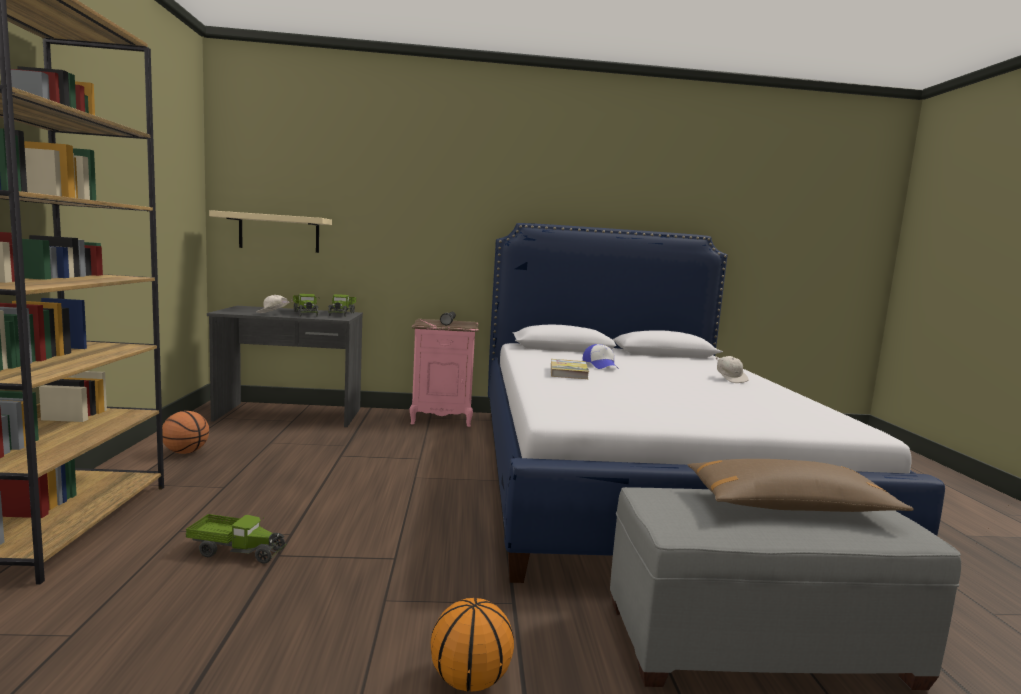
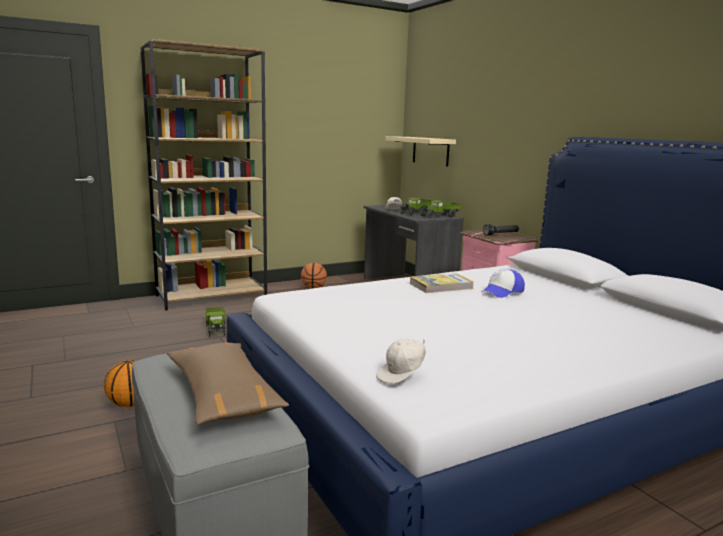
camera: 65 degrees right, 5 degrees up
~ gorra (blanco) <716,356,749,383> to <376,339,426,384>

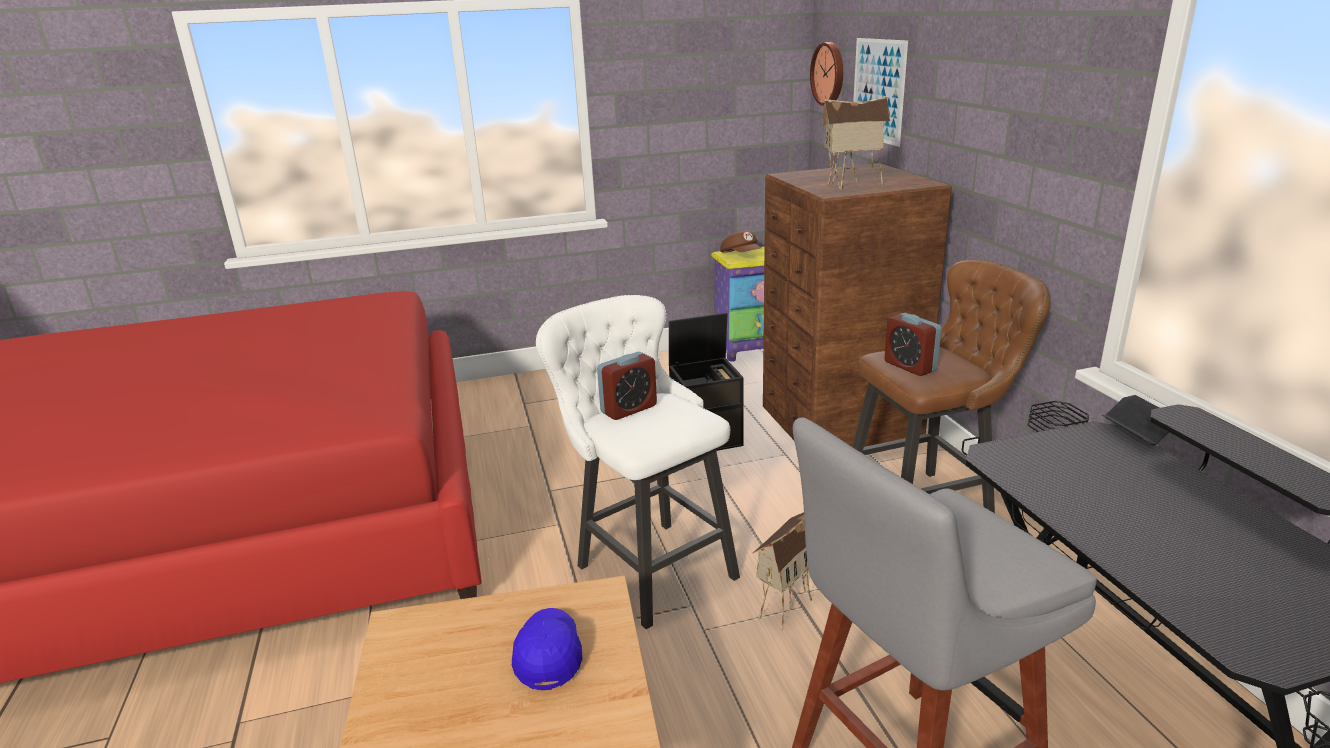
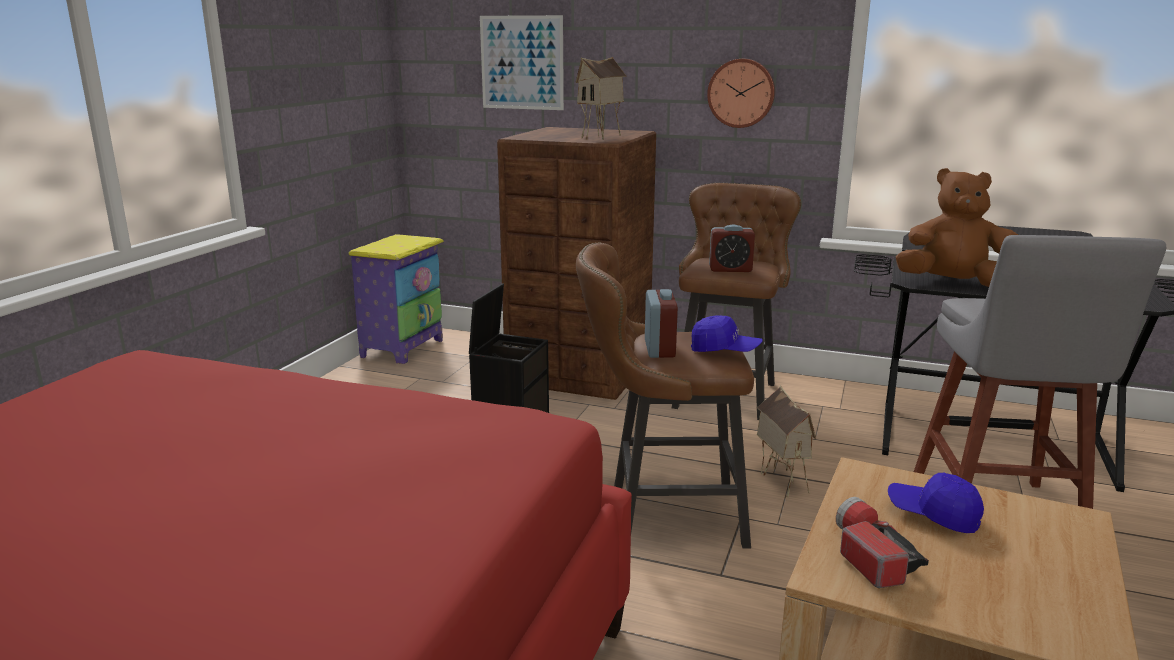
camera: 55 degrees left, 5 degrees down
~ taburete (blanco) <536,295,740,629> to taburete (marrón) <576,242,754,548>
- gorra (marrón) <720,230,761,253>
~ reloj de pared <810,42,843,106> to <707,59,775,128>
+ gorra (azul) <691,315,763,352>
+ linterna <836,497,929,588>
+ peluche (marrón) <896,168,1018,287>

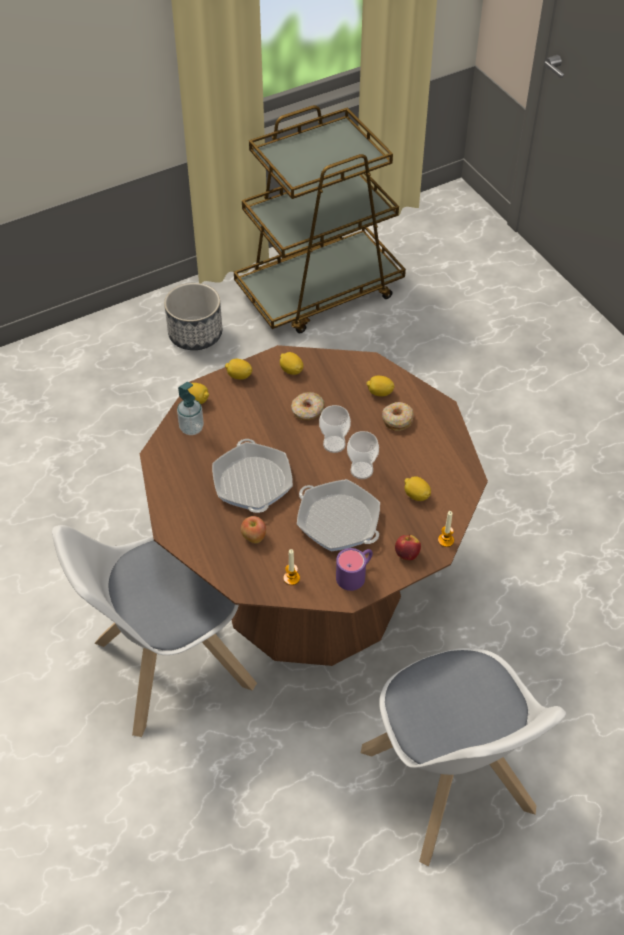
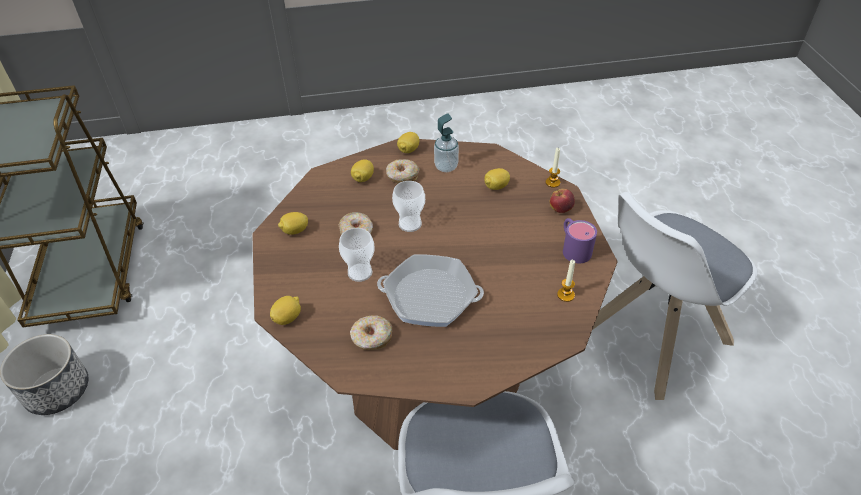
camera: 70 degrees left, 5 degrees down
~ dispensador de jabón <177,382,204,435> to <434,113,459,172>
~ limón <225,359,252,380> to <397,132,419,153>
- manzana <241,516,266,543>
- sartén <297,479,380,551>
~ taza <347,431,379,479> to <339,228,375,282>
~ silla <361,648,567,866> = <592,192,758,400> 150 degrees clockwise
+ rosquilla <350,315,392,350>

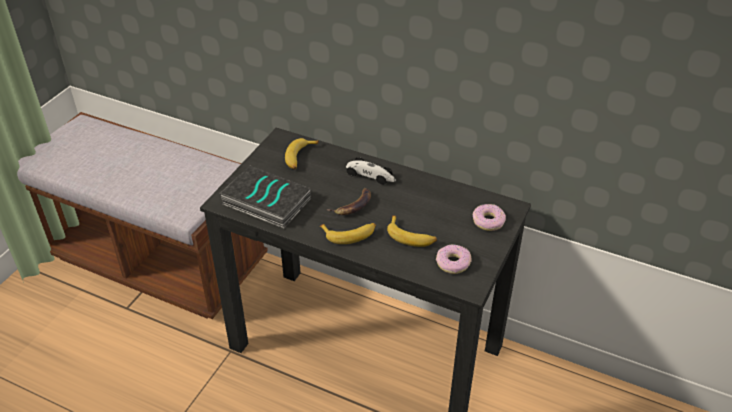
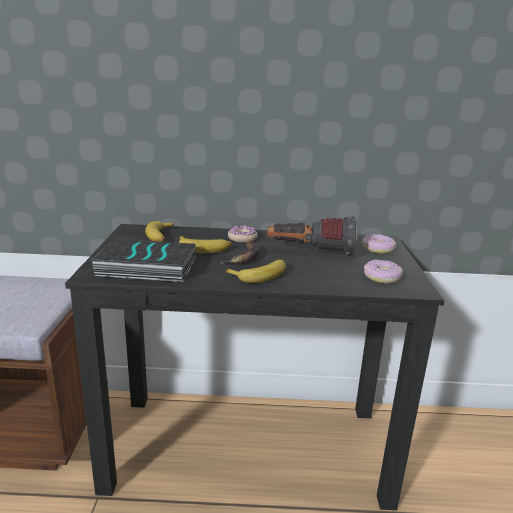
camera: 25 degrees left, 20 degrees down
~ coche de juguete <346,157,396,185> to rosquilla <228,226,258,243>
~ plátano <387,215,437,247> to <179,236,232,253>
+ linterna <267,216,358,256>

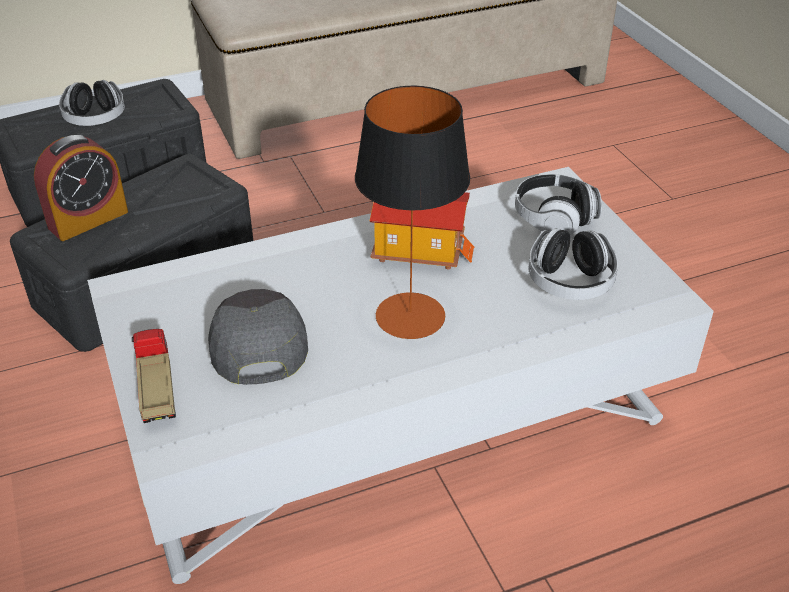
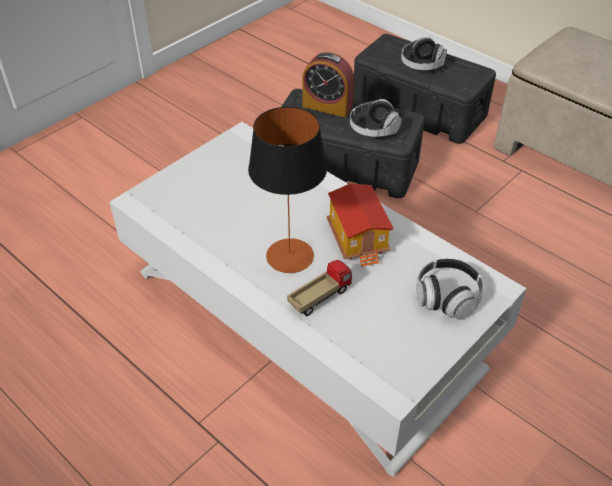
camera: 65 degrees right, 5 degrees up
~ camión de juguete <132,329,176,423> to <288,260,352,316>
- gorra (gris) <208,289,308,385>
~ auriculares <528,228,618,300> to <350,99,402,137>

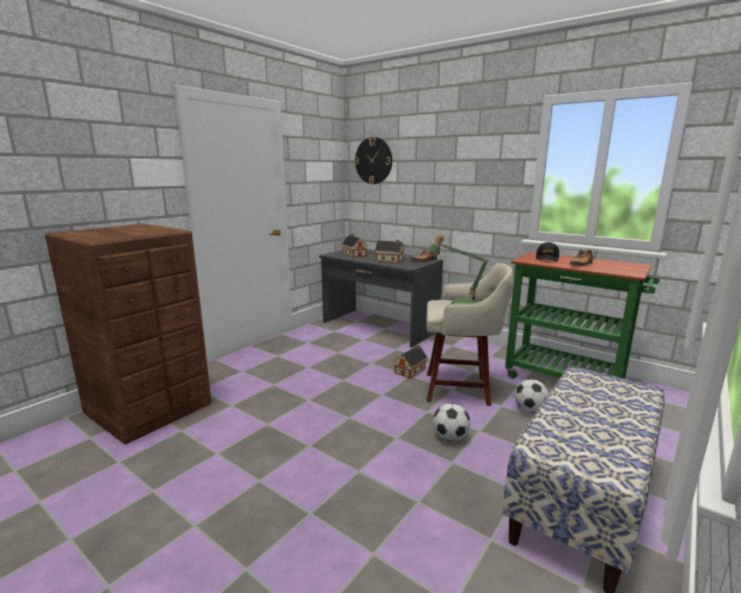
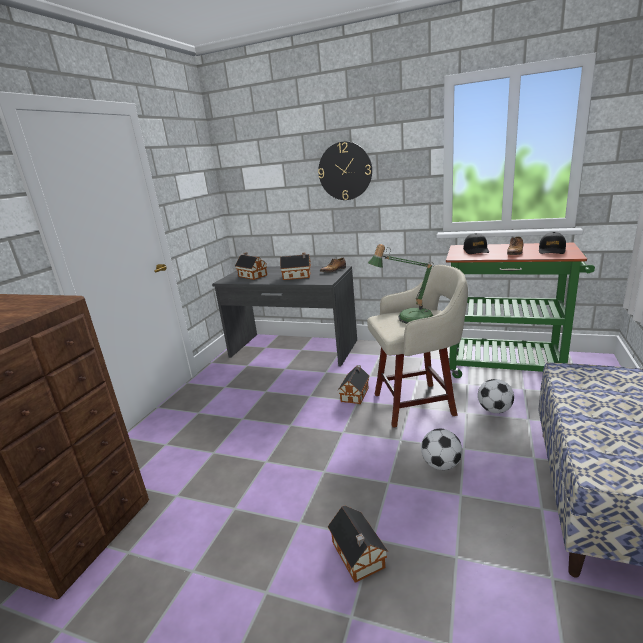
camera: 15 degrees left, 5 degrees up
~ reloj de pared <354,137,392,184> to <318,141,372,200>
+ casita <328,505,388,583>
+ gorra (negro) <539,232,566,254>

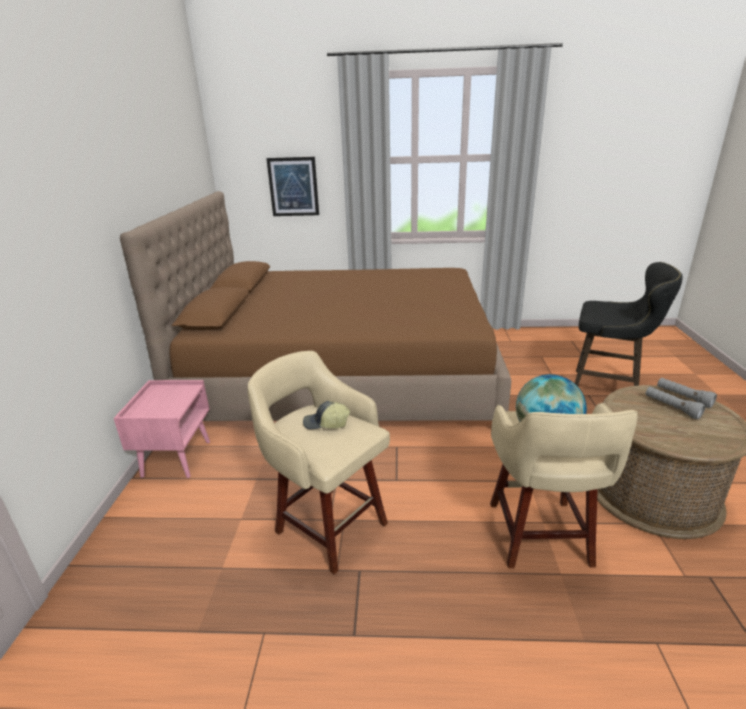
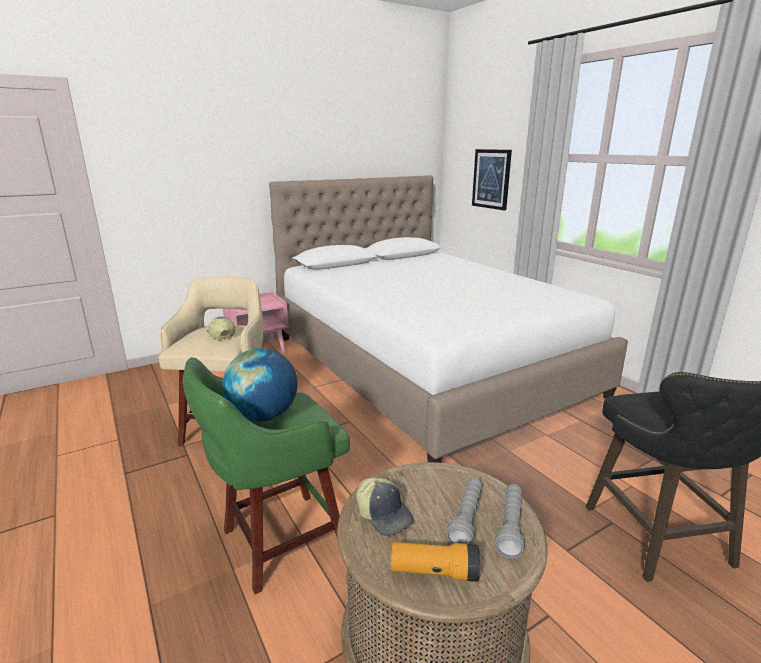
camera: 55 degrees right, 5 degrees down
~ cama (marrón) <120,191,511,421> to cama (blanco) <269,175,628,463>
~ taburete (beis) <490,403,638,568> to taburete (verde) <183,357,350,594>
+ gorra <356,477,414,536>
+ linterna <391,542,480,582>

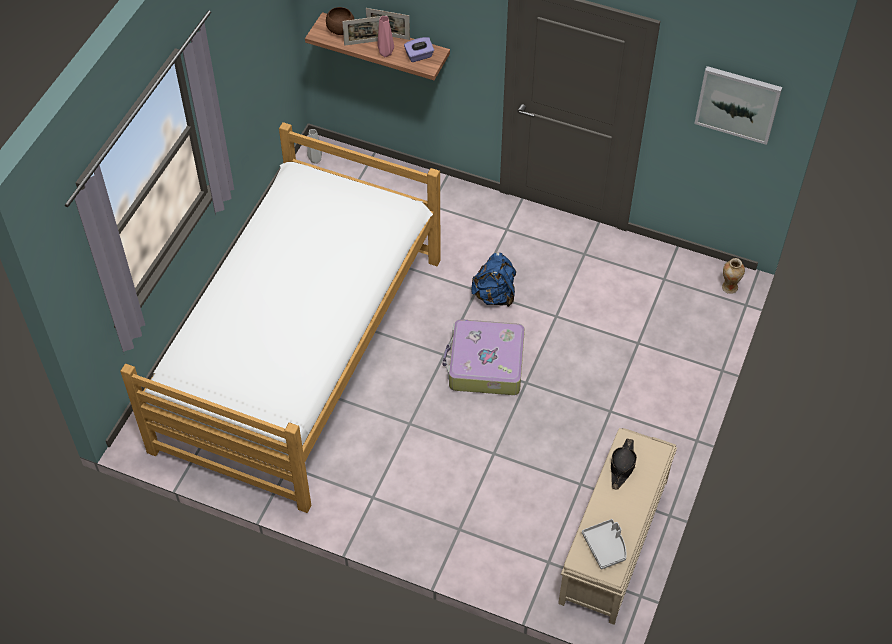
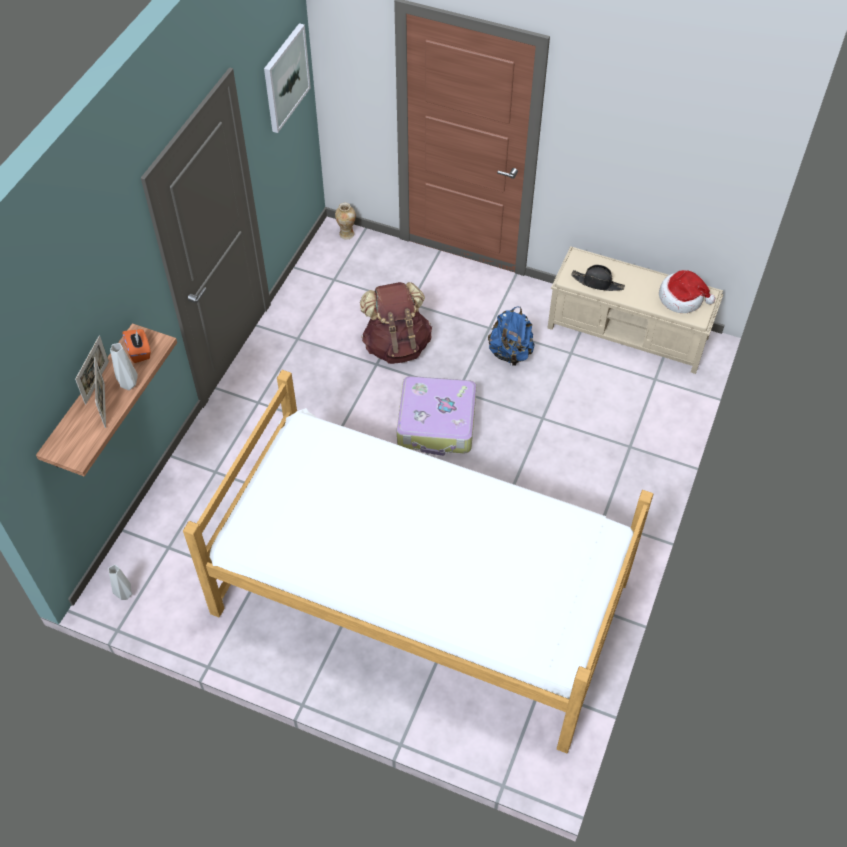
camera: 90 degrees left, 0 degrees up
- cuenco (marrón) <326,7,355,35>
~ florero (rosa) <377,16,394,57> to florero (gris) <110,343,138,390>
~ caja de pañuelos (morado) <404,37,434,62> to caja de pañuelos (naranja) <122,329,151,363>
~ mochila (azul) <471,253,516,307> to <488,307,535,366>
~ bandeja (gris) <582,519,626,570> to sombrero <659,270,715,313>
+ mochila (marrón) <360,282,432,364>

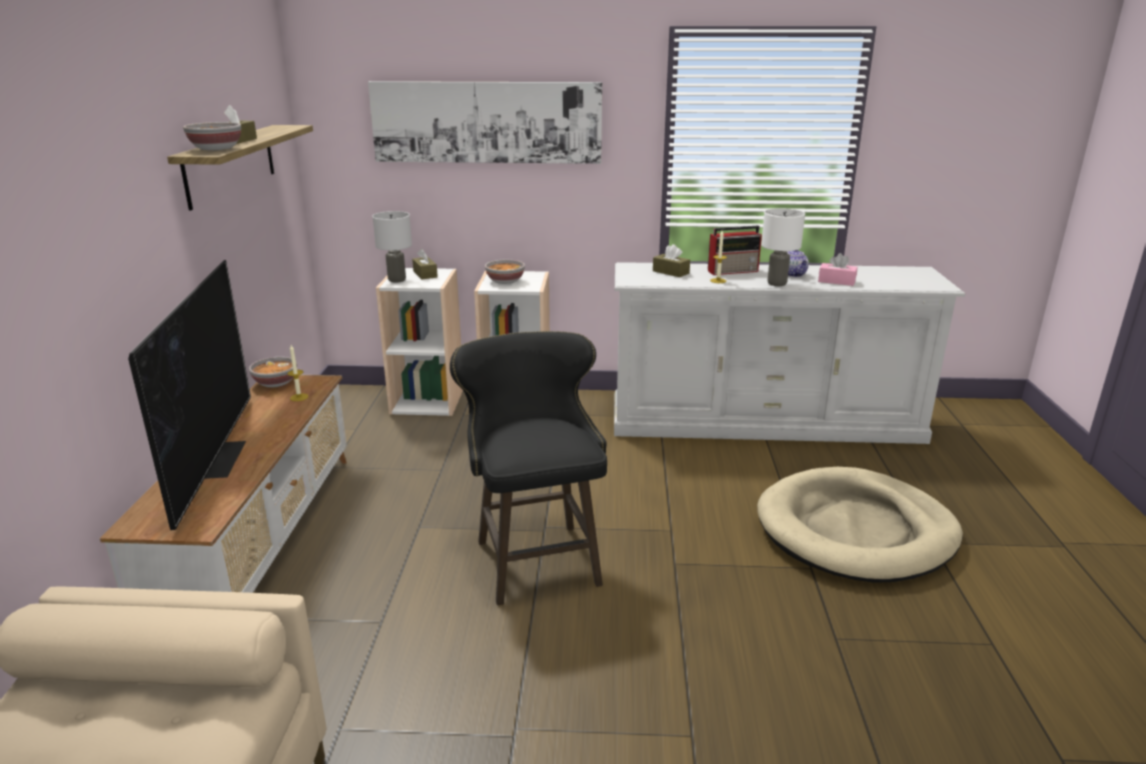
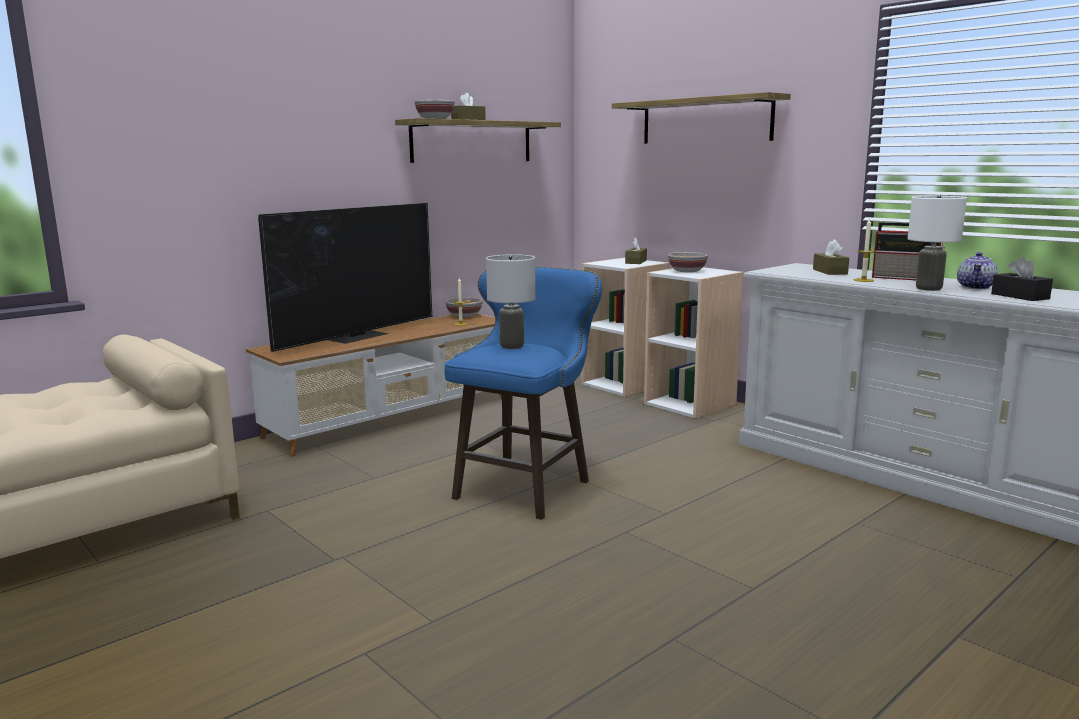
camera: 45 degrees right, 10 degrees down
~ cuadro <368,81,602,164> to estante <612,92,791,144>
~ lámpara de mesa (blanco) <373,211,412,283> to <486,254,535,349>
~ taburete (negro) <450,331,607,605> to taburete (azul) <444,267,602,520>
- cama para perro (beis) <757,467,963,583>
~ caja de pañuelos (rosa) <818,253,858,286> to caja de pañuelos (negro) <991,257,1053,301>

